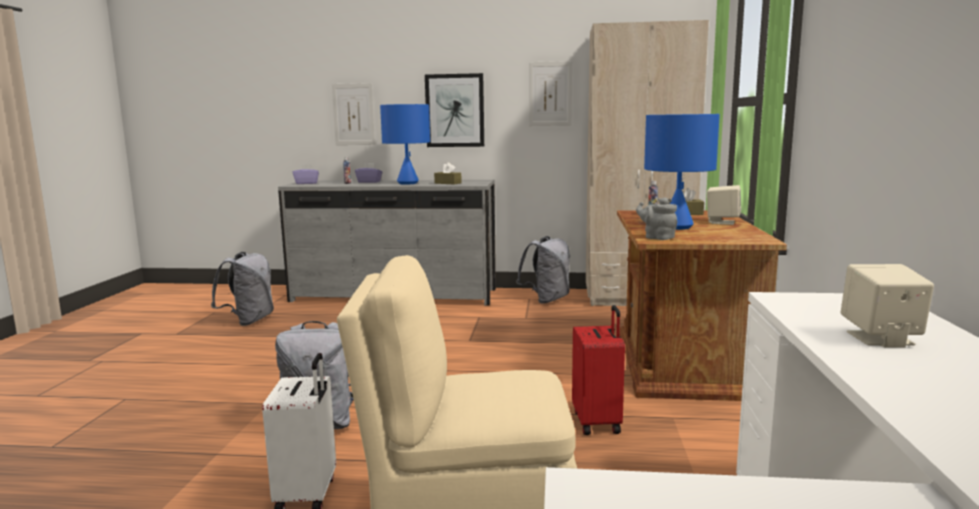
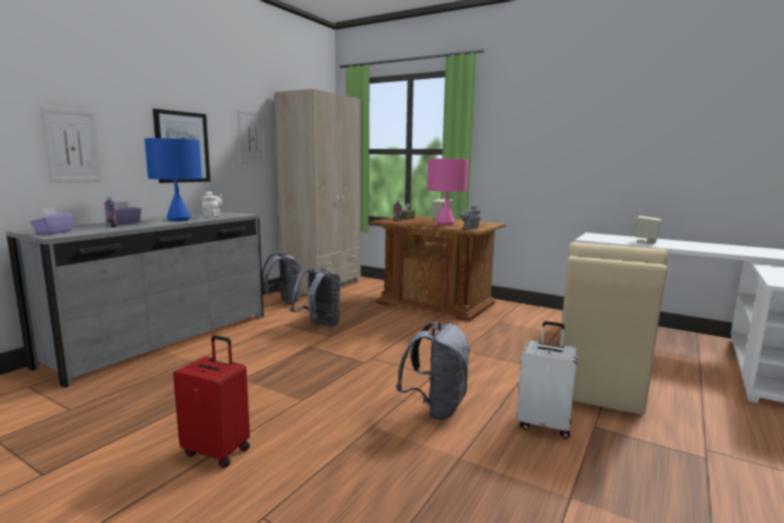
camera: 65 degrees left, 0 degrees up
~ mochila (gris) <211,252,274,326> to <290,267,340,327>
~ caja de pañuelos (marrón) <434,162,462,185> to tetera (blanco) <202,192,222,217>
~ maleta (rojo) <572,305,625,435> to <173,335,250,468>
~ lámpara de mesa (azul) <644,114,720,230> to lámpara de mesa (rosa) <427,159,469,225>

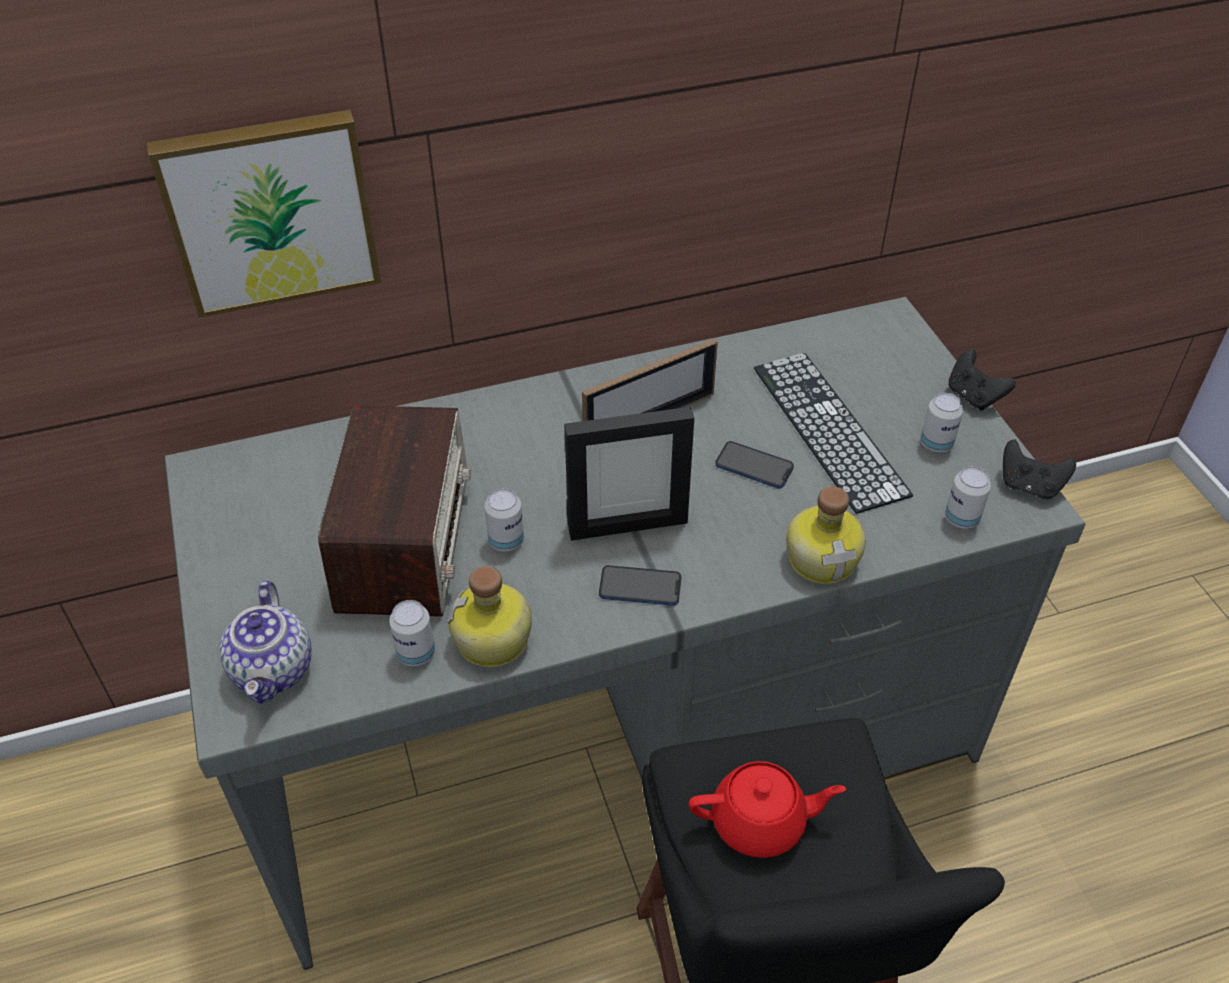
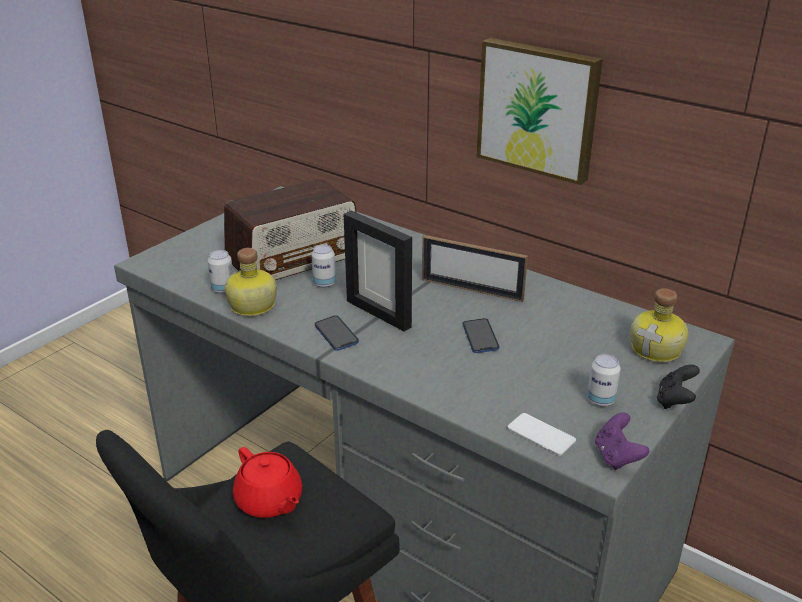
camera: 55 degrees right, 15 degrees down
~ cuadro <147,110,381,318> to <477,38,603,185>
- tetera <220,581,312,704>
- teclado <754,353,913,514>
~ botella <786,487,866,584> to <630,288,688,362>
~ lata <945,466,991,529> to móvil <507,413,576,455>
~ mando de consola (negro) <1003,440,1076,499> to mando de consola (morado) <595,413,649,470>

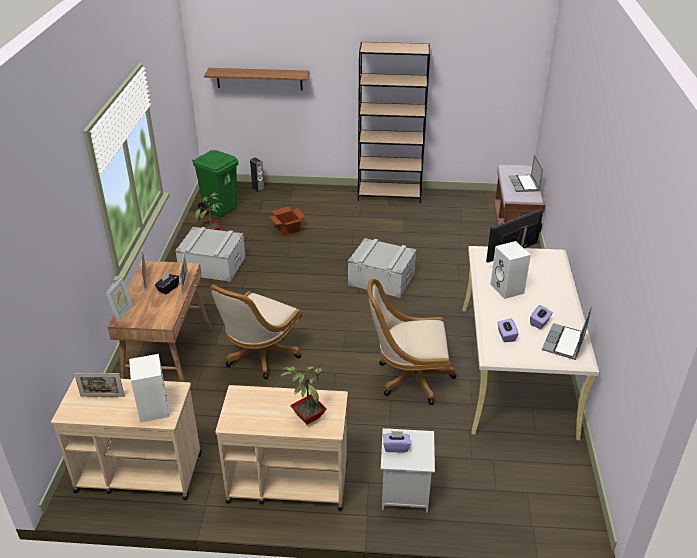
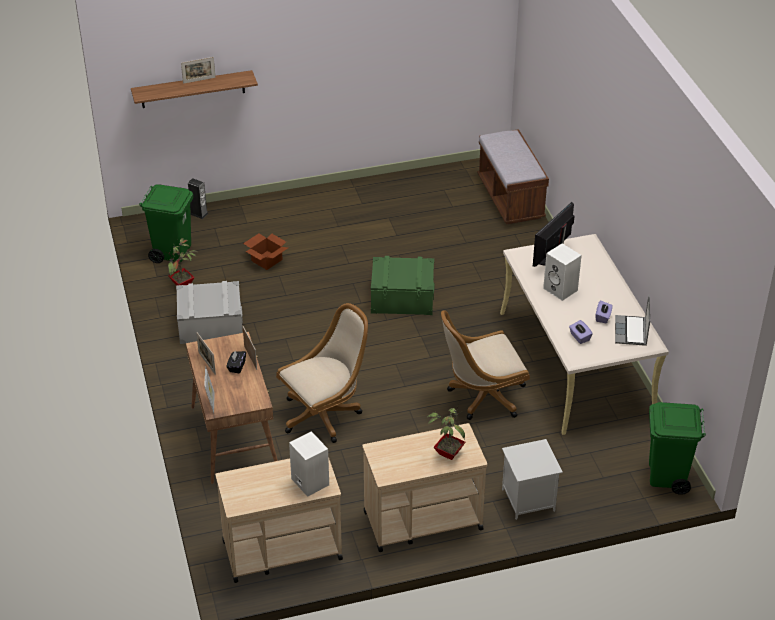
camera: 20 degrees left, 5 degrees up
~ portarretratos <74,373,125,397> to <181,57,216,84>
~ silla de oficina <211,284,302,379> = <276,303,368,443> 135 degrees counterclockwise
~ caja de almacenaje (gris) <348,238,417,298> to caja de almacenaje (verde) <371,256,435,315>
- estantería (beis) <358,42,430,203>
- caja de pañuelos (morado) <383,431,411,453>
- portátil <509,154,543,192>
+ papelera (verde) <649,402,706,495>

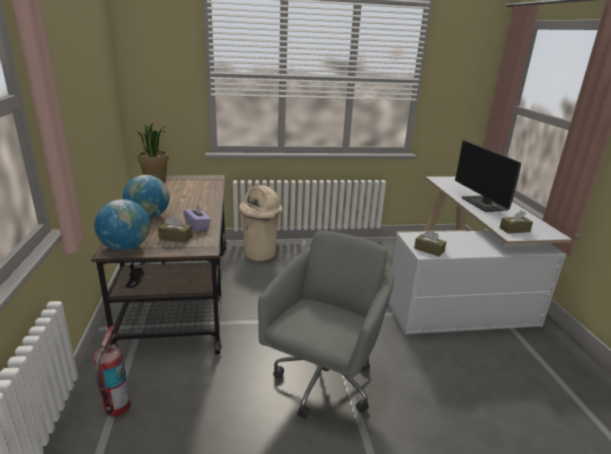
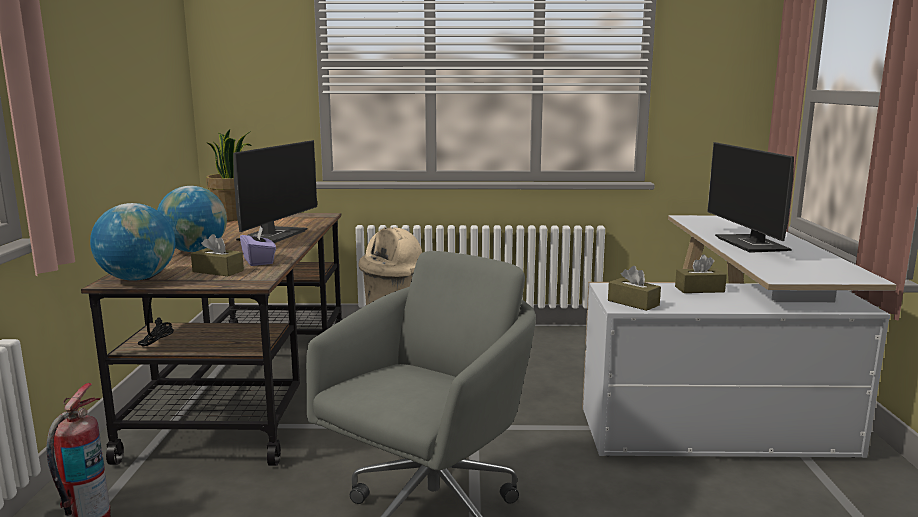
camera: 10 degrees right, 10 degrees down
~ caja de pañuelos (marrón) <499,210,533,234> to <675,254,727,293>
+ monitor <233,140,317,243>

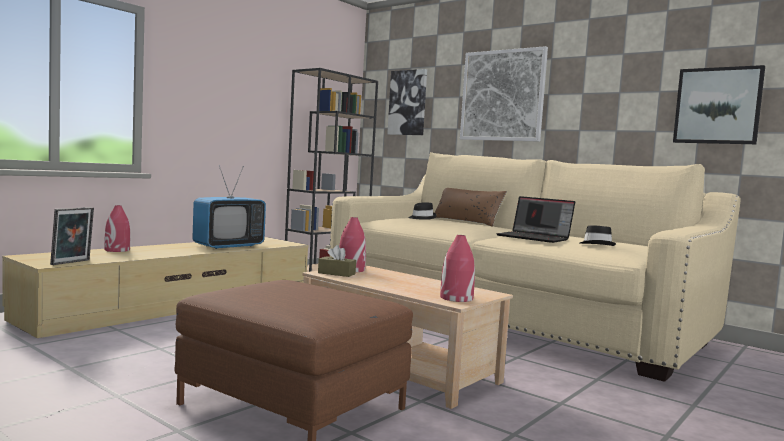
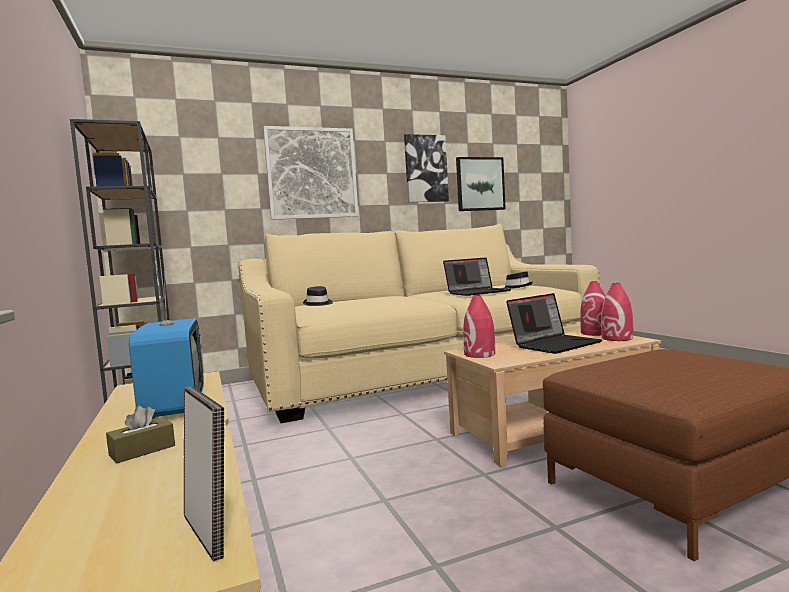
camera: 60 degrees left, 0 degrees up
~ florero (rojo) <104,205,130,252> to <580,281,606,336>
~ caja de pañuelos (marrón) <318,245,356,277> to <106,406,175,463>
~ cuadro <387,69,427,135> to <404,134,449,202>
- cojín (marrón) <434,188,507,227>
+ portátil <506,293,602,354>

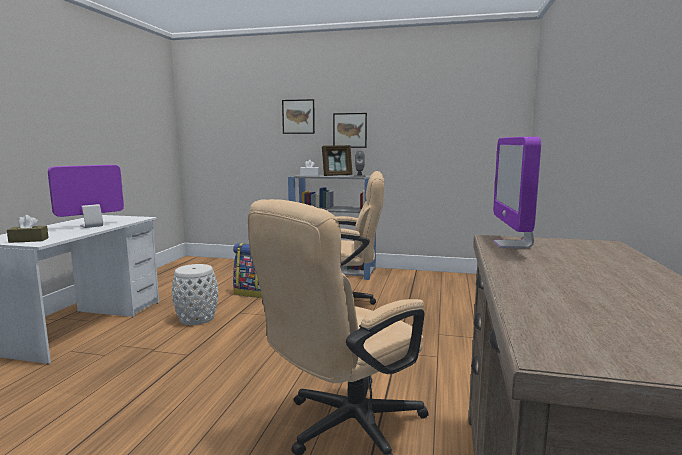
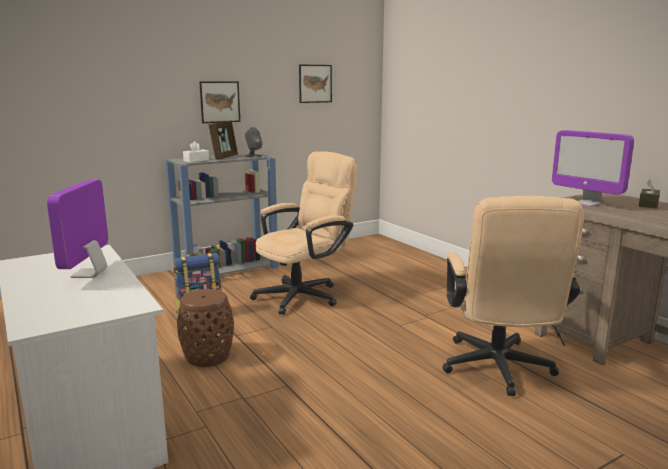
camera: 45 degrees left, 5 degrees up
~ caja de pañuelos (marrón) <7,215,49,243> to <639,179,660,209>
~ taburete (blanco) <172,264,218,325> to taburete (marrón) <177,289,234,367>
~ cuadro <282,99,315,134> to <299,64,332,103>

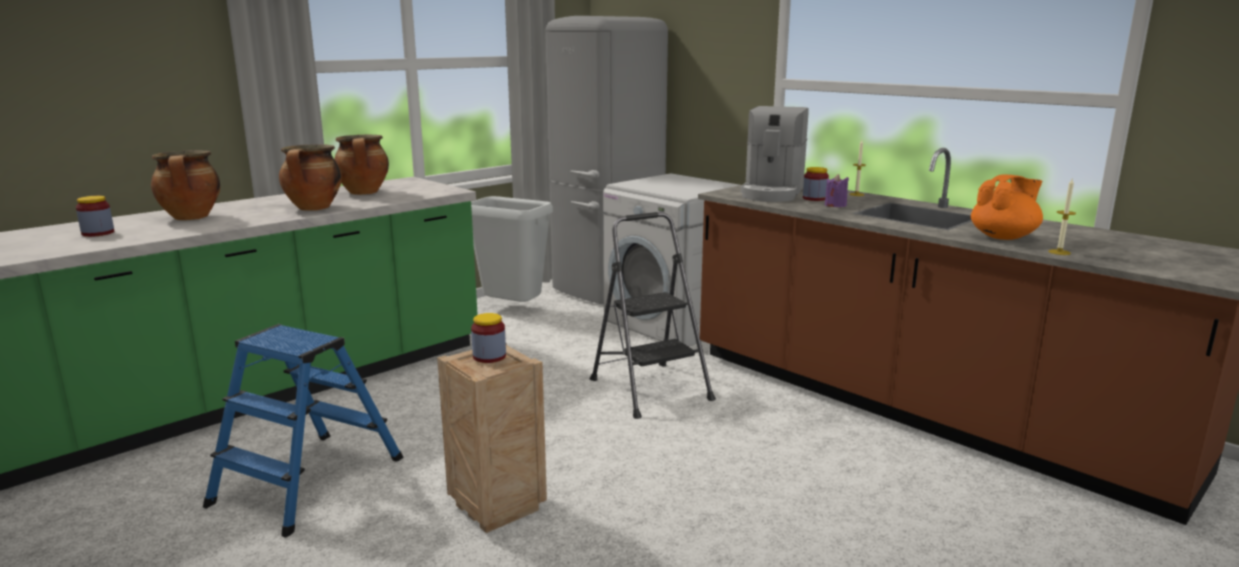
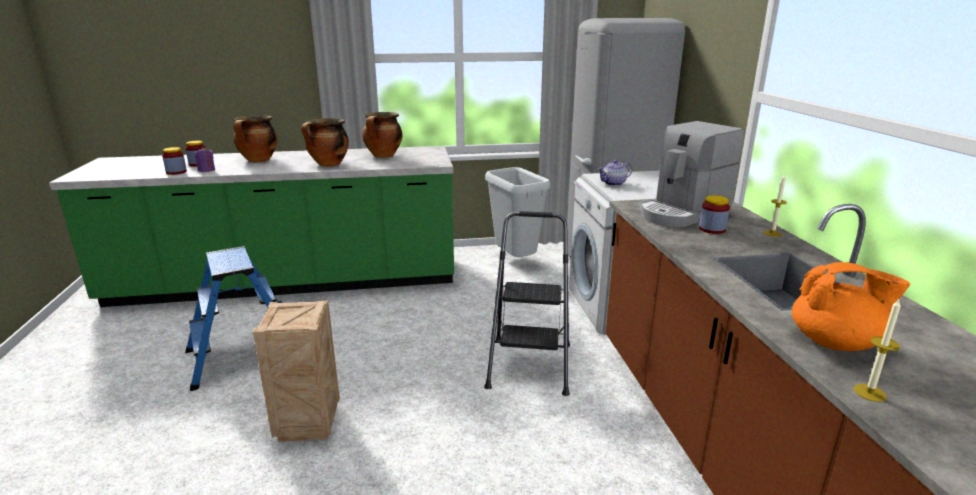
camera: 35 degrees right, 5 degrees up
~ tarro <471,313,506,363> to <162,147,187,175>
~ vela (morado) <825,174,849,207> to <195,147,215,172>
+ tetera <598,160,632,186>

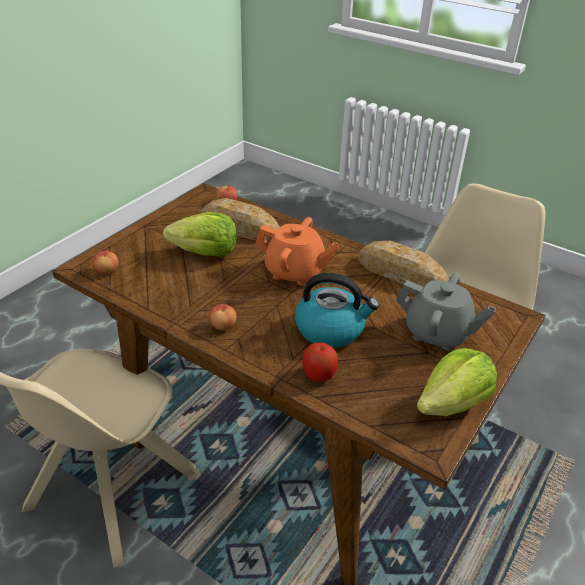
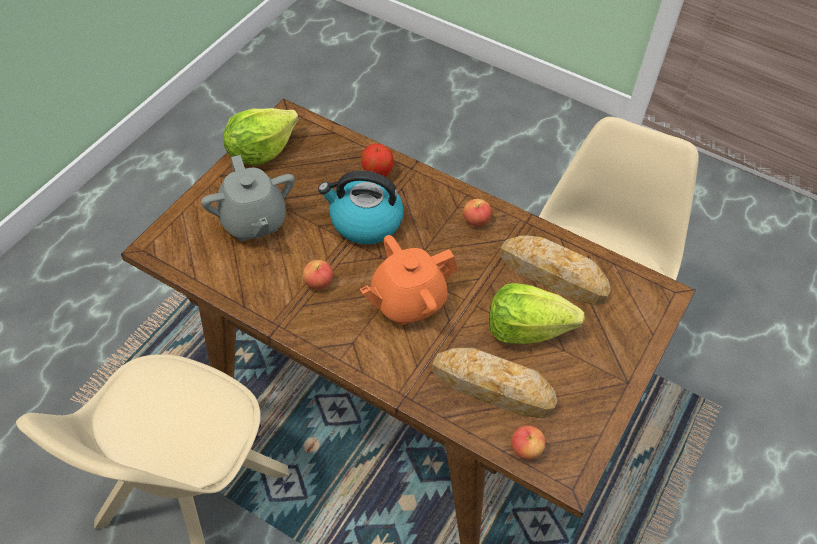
camera: 175 degrees right, 15 degrees up
~ manzana <93,251,118,275> to <303,260,333,289>
~ tetera (naranja) <255,217,340,286> = <360,235,458,325> 45 degrees counterclockwise
~ pan <358,241,449,287> to <499,235,611,306>
~ tetera (gris) <396,273,496,351> = <201,155,295,241> 135 degrees counterclockwise

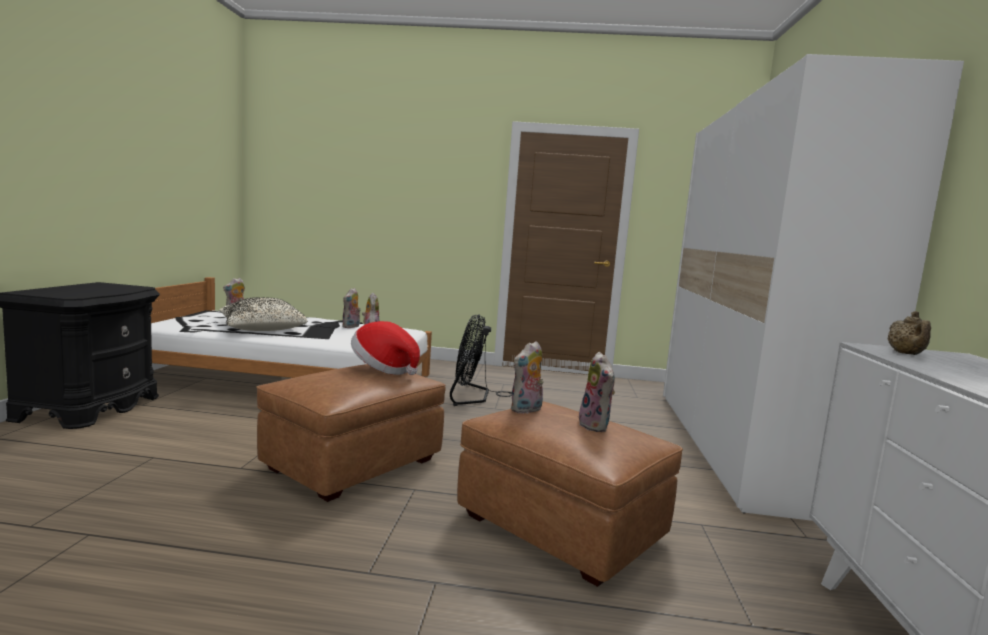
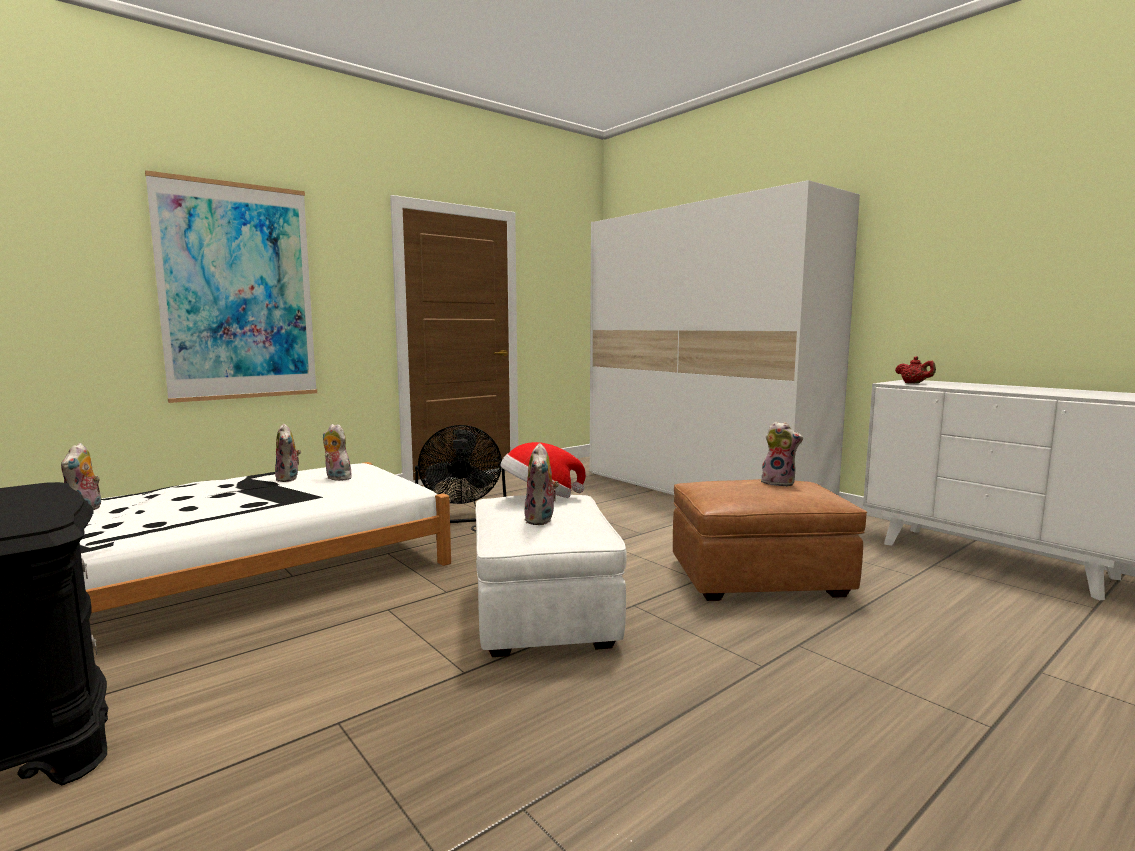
camera: 45 degrees left, 0 degrees up
- cojín (beis) <219,297,308,331>
~ puf (marrón) <256,364,446,502> to puf (blanco) <476,495,627,657>
~ ventilador (negro) <450,314,512,406> = <415,425,506,531> 120 degrees clockwise
~ peluche <511,341,543,414> to <524,443,559,525>
~ tetera (beis) <888,311,931,355> to tetera (rojo) <895,356,936,383>
+ cuadro <145,170,317,403>

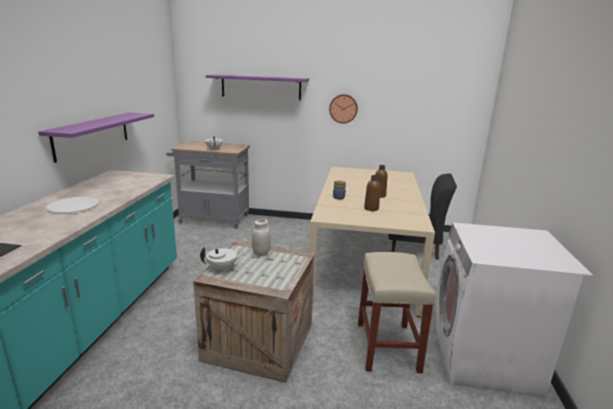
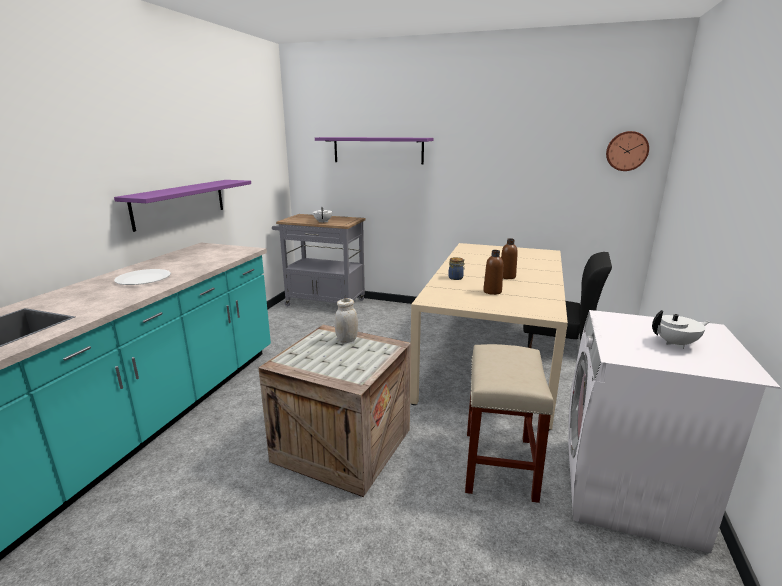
camera: 10 degrees right, 0 degrees up
~ tetera (blanco) <200,247,245,273> to <652,310,710,349>
~ reloj de pared <329,94,358,123> to <606,131,649,171>

